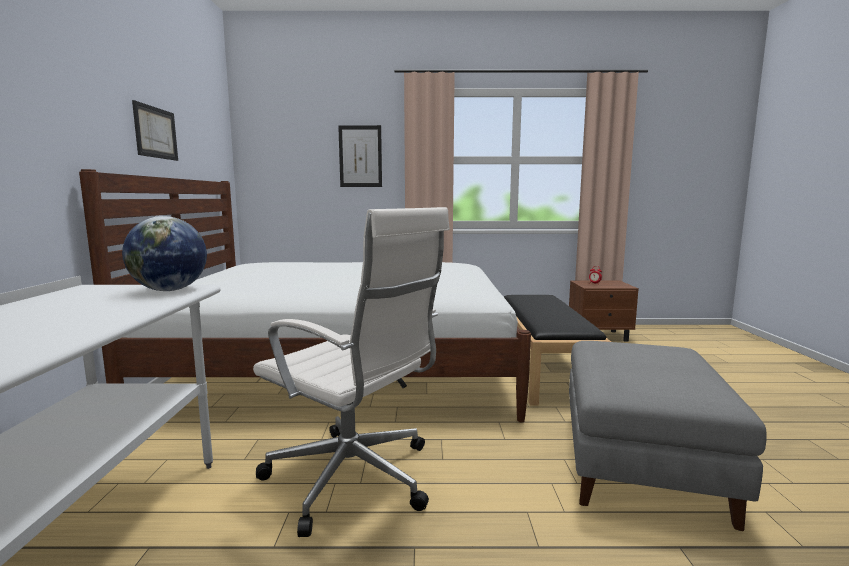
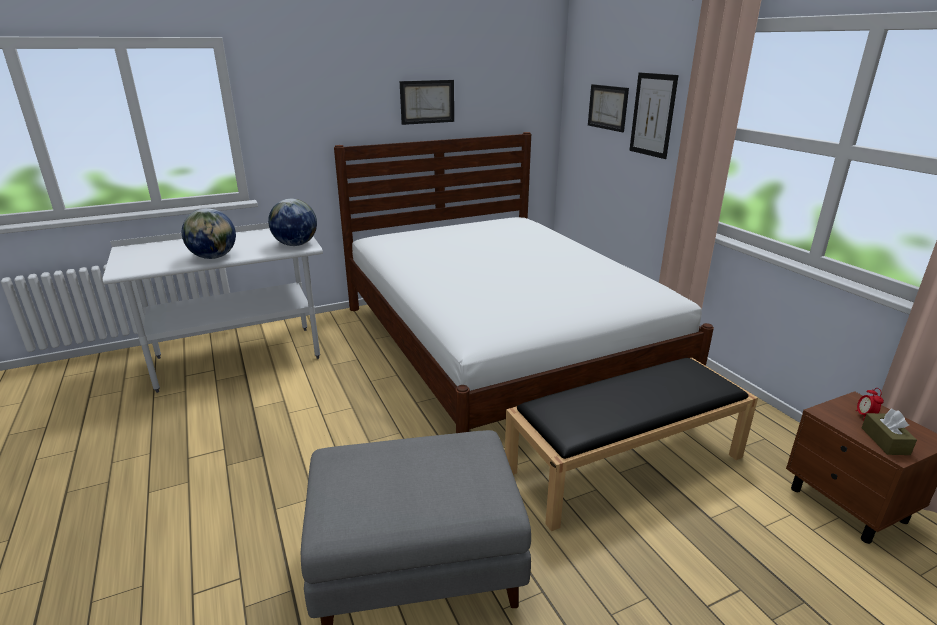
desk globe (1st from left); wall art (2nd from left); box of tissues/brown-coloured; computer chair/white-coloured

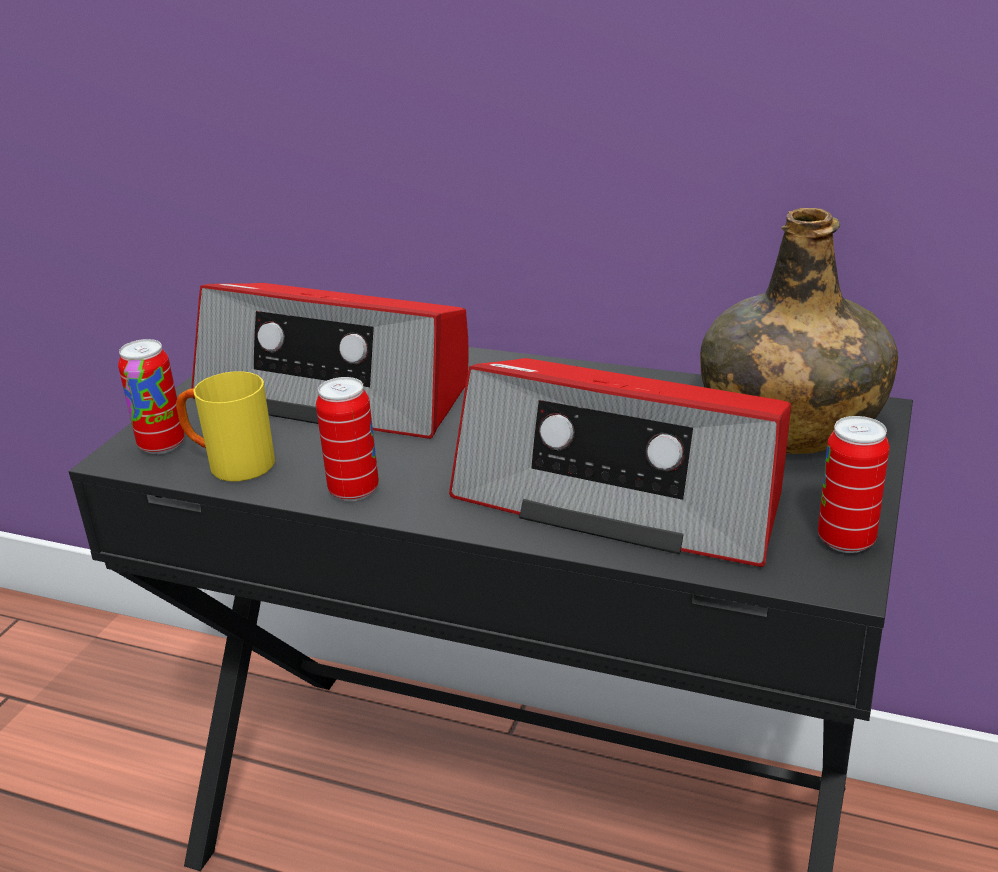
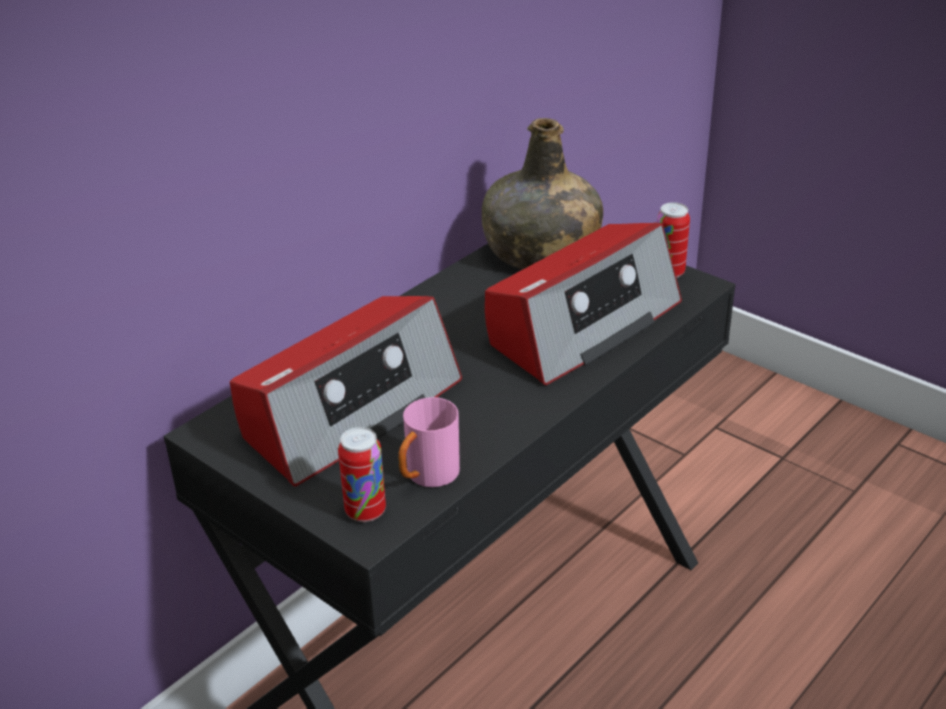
tea mug/pinkish; can (2nd from left in the first image)

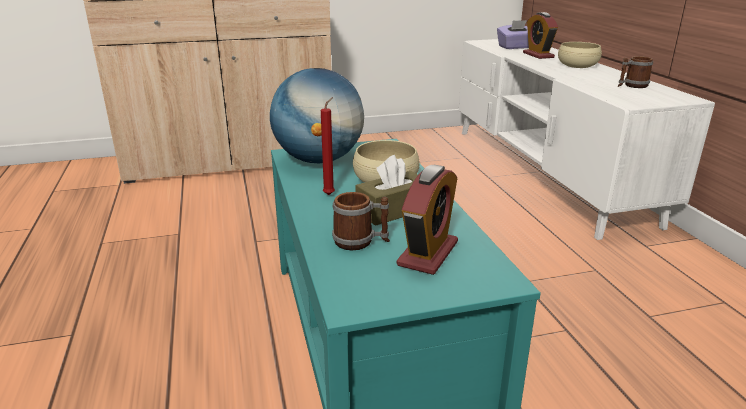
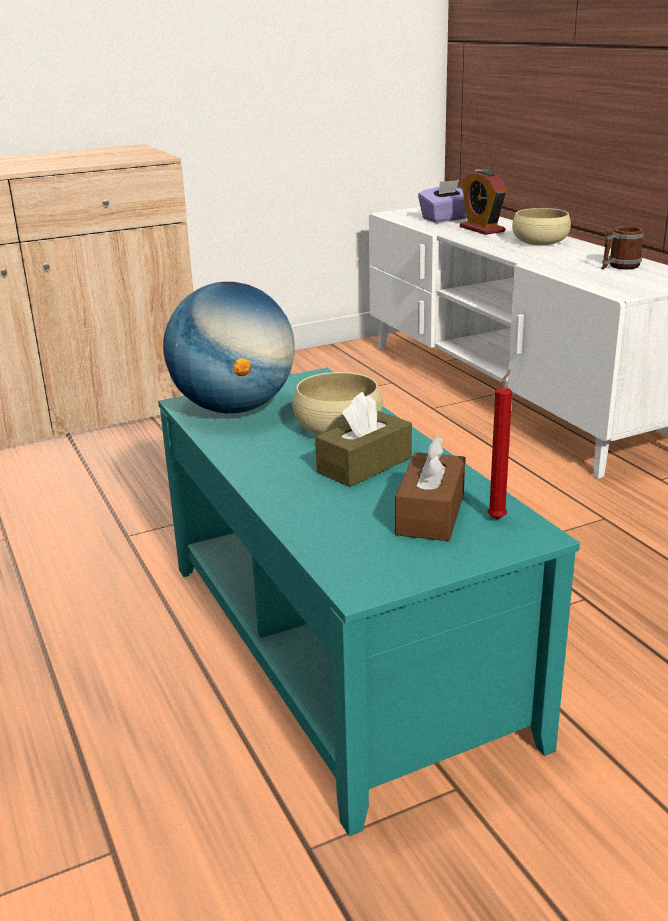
box of tissues/brown-coloured (2nd from left); candle/red; tea mug (1st from left in the first image)

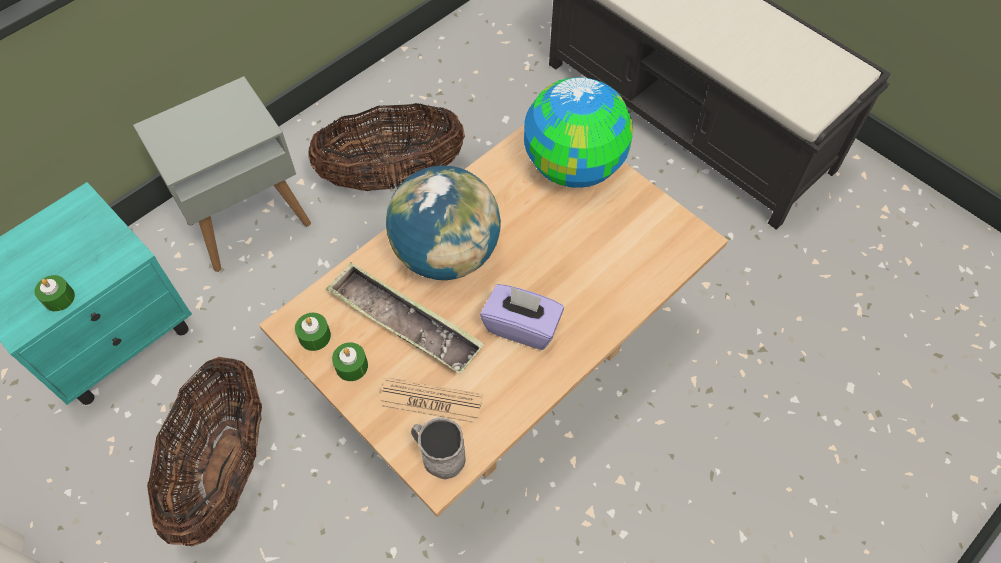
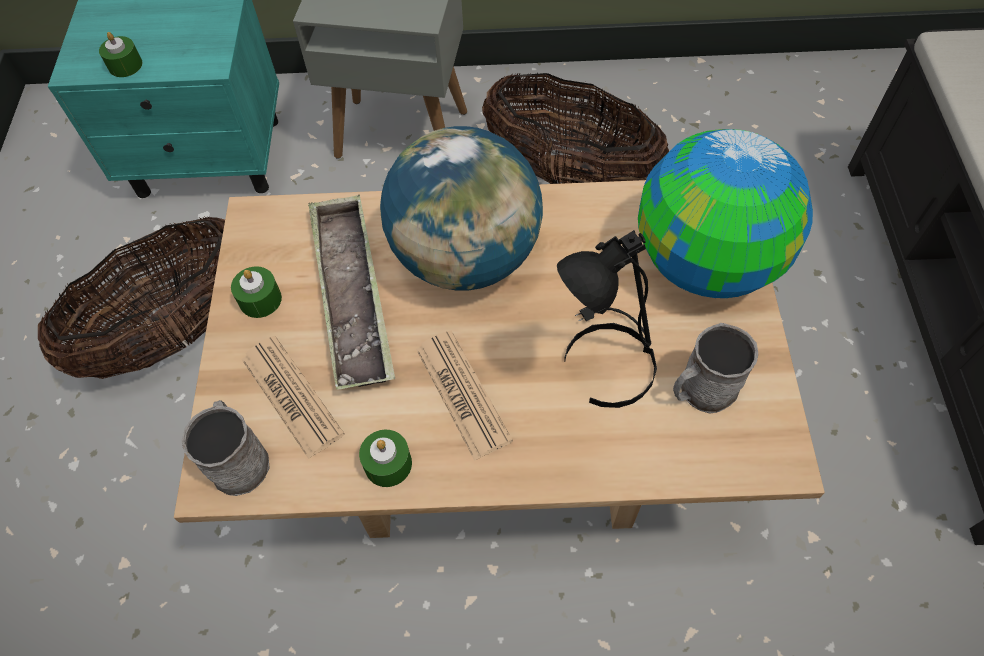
candle/green (3rd from left); daily paper (2nd from left); tabletop lamp/blackish; tea mug/greyish (2nd from left)

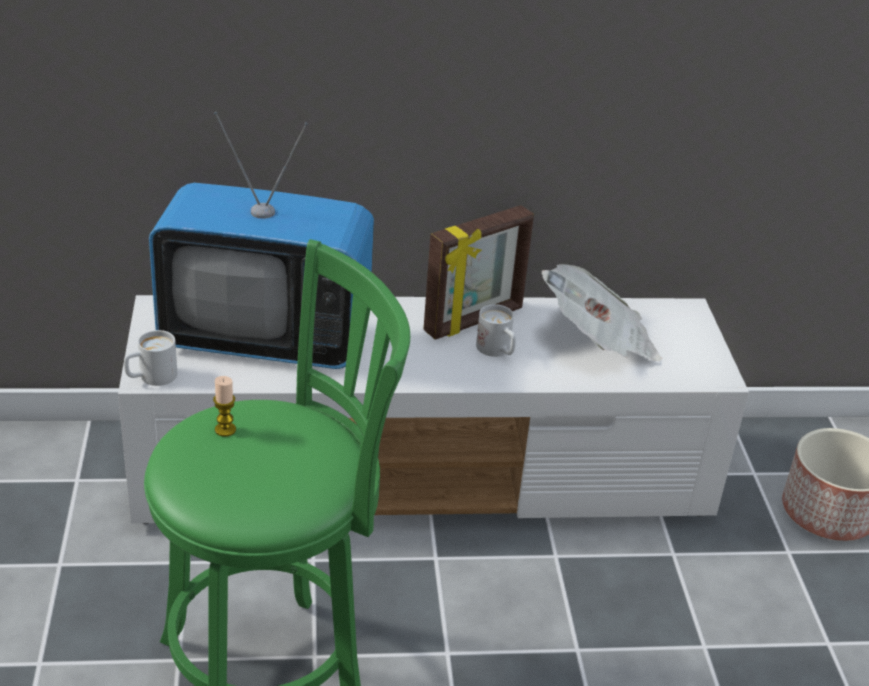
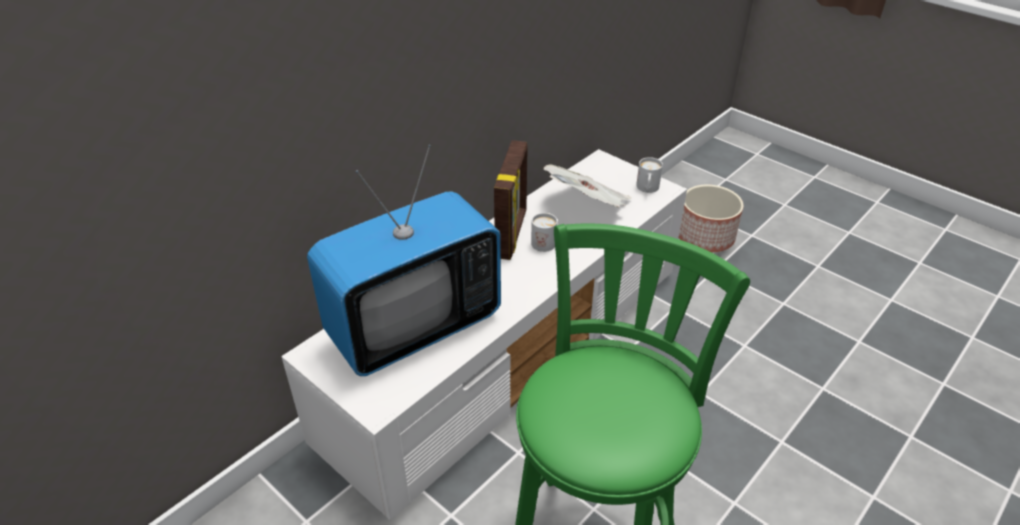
tea mug/white-coloured (2nd from left); candle

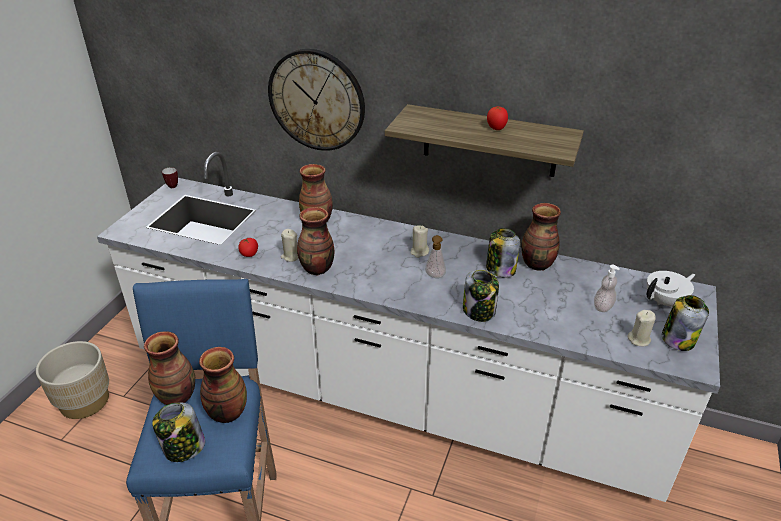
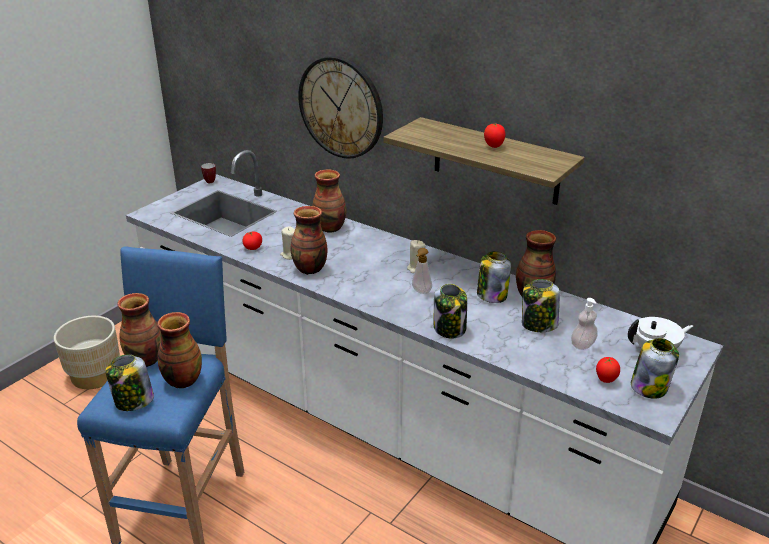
jar (4th from left); fresh tomato (3rd from left)

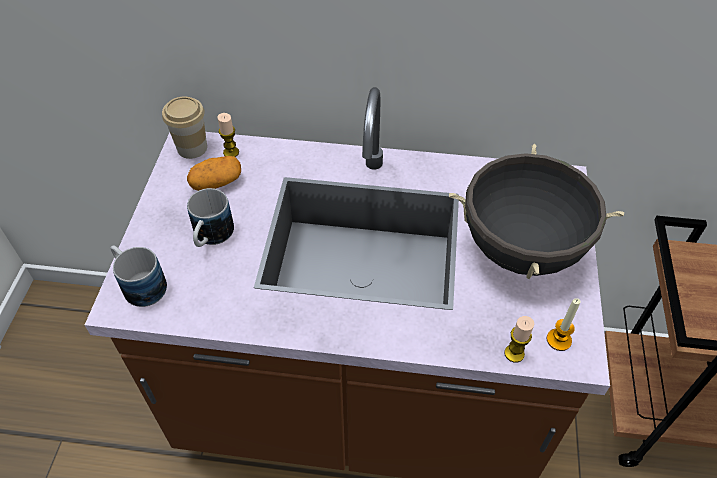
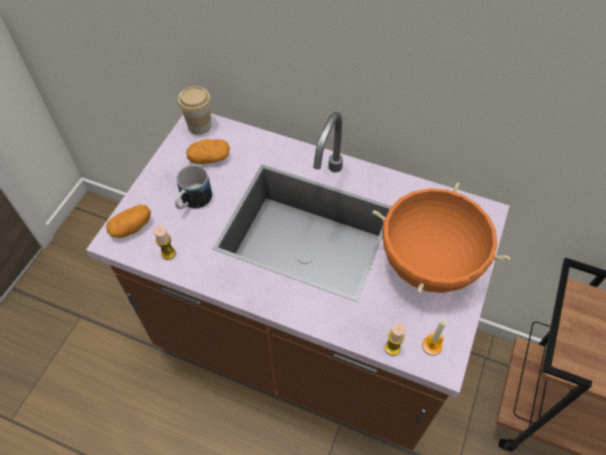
potato (1st from left); candle (1st from left); stockpot/orangey

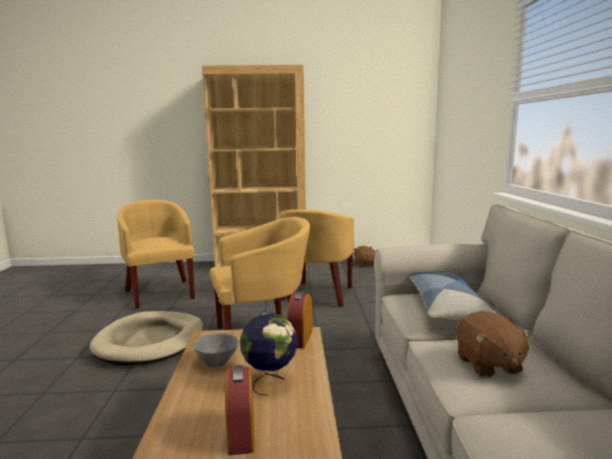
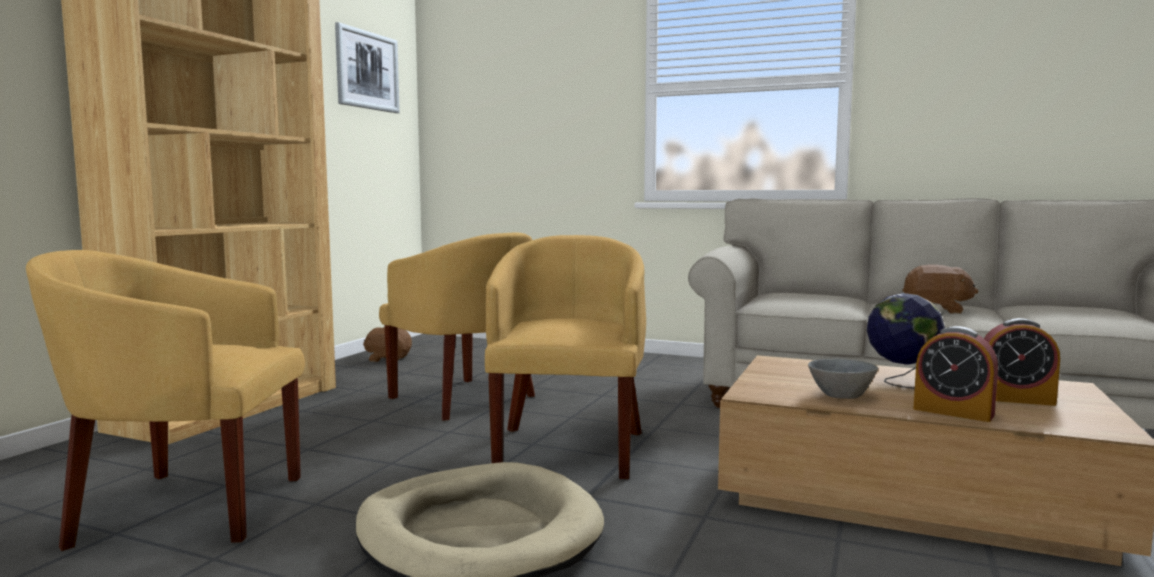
wall art; alarm clock (1st from left); throw pillow

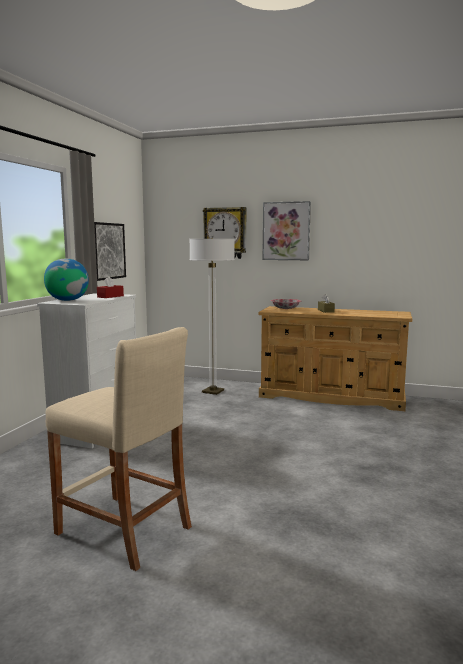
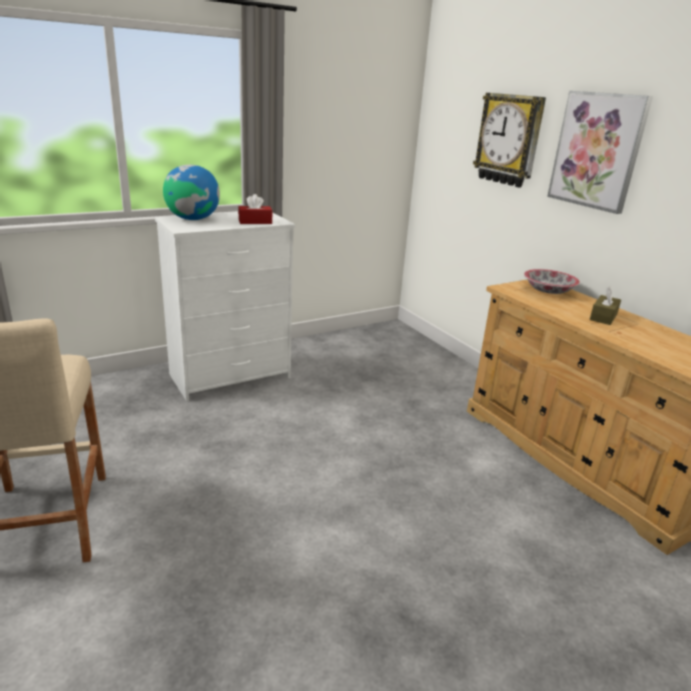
wall art (1st from left in the first image); standing lamp

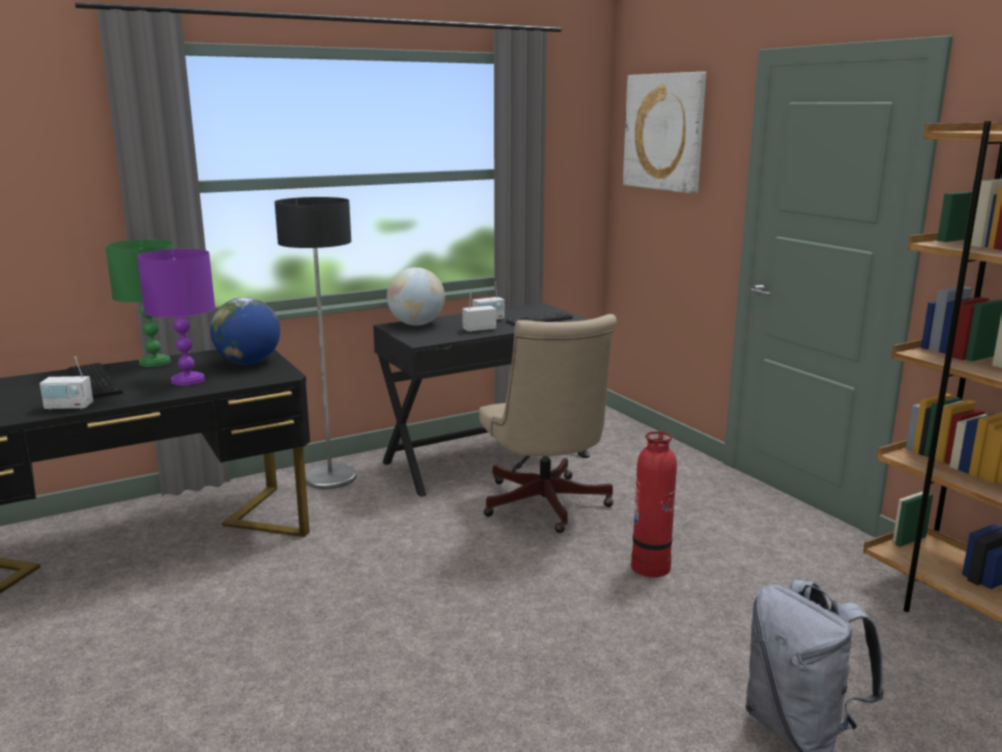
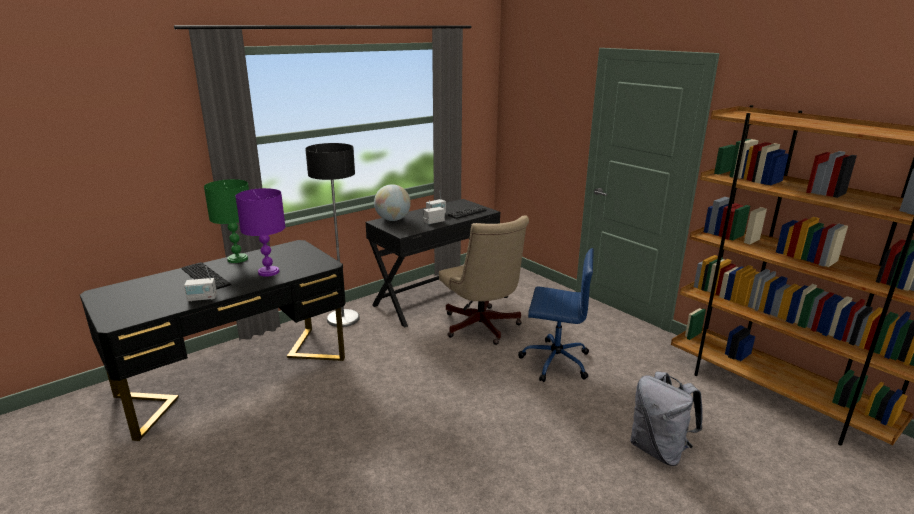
computer chair/blue-coloured; desk globe (1st from left in the first image); wall art

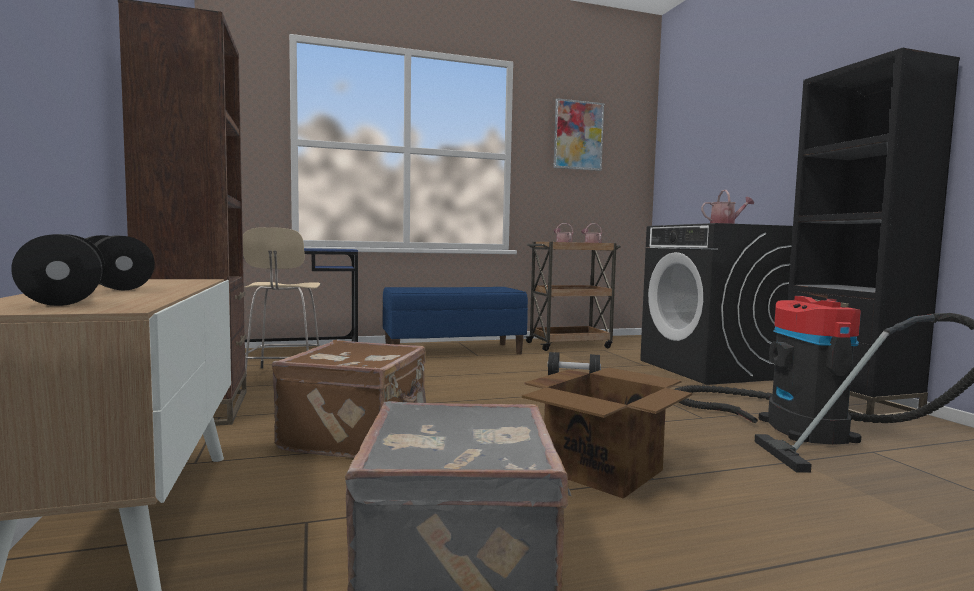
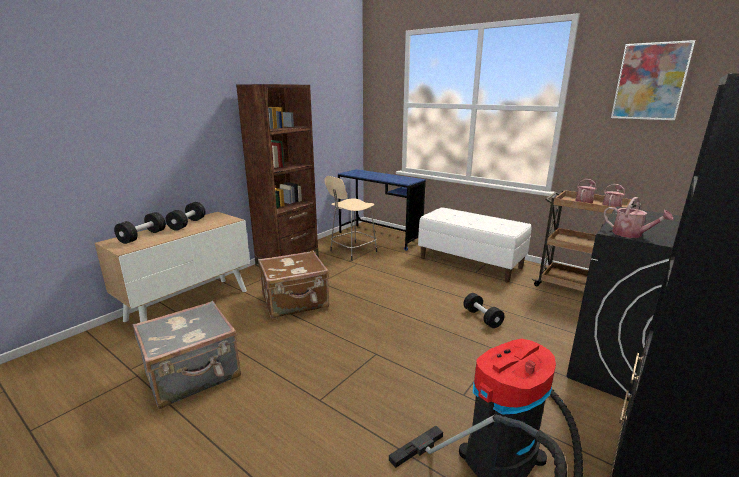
bench/white-coloured; cardboard box

